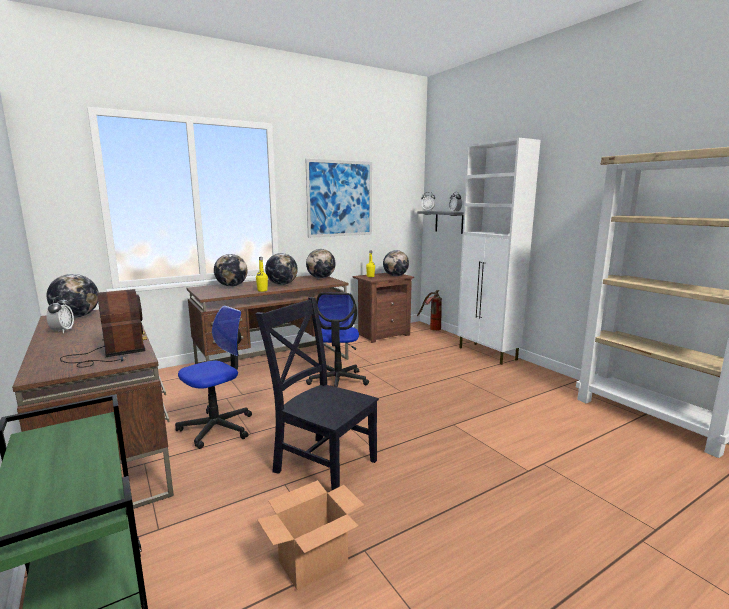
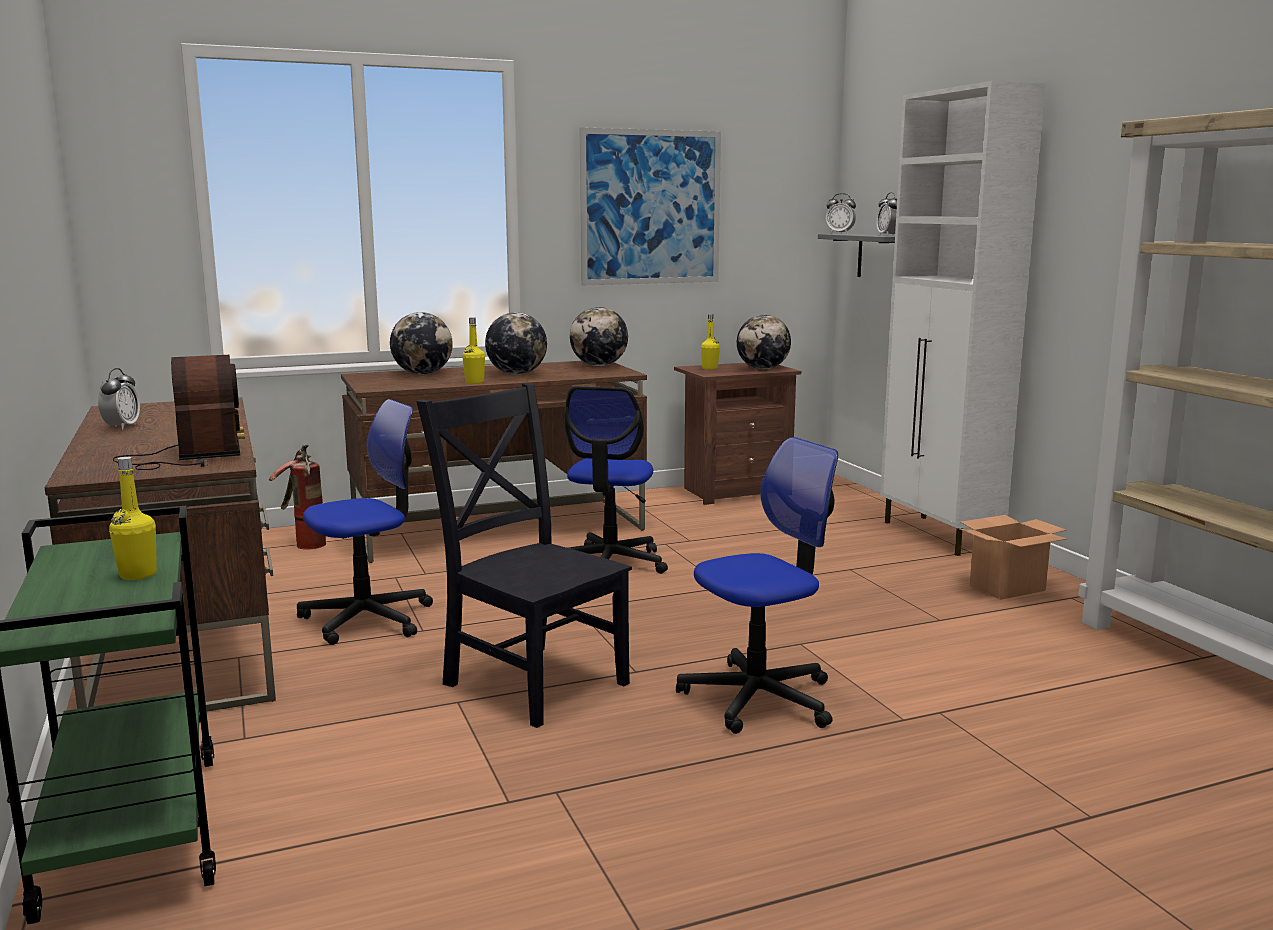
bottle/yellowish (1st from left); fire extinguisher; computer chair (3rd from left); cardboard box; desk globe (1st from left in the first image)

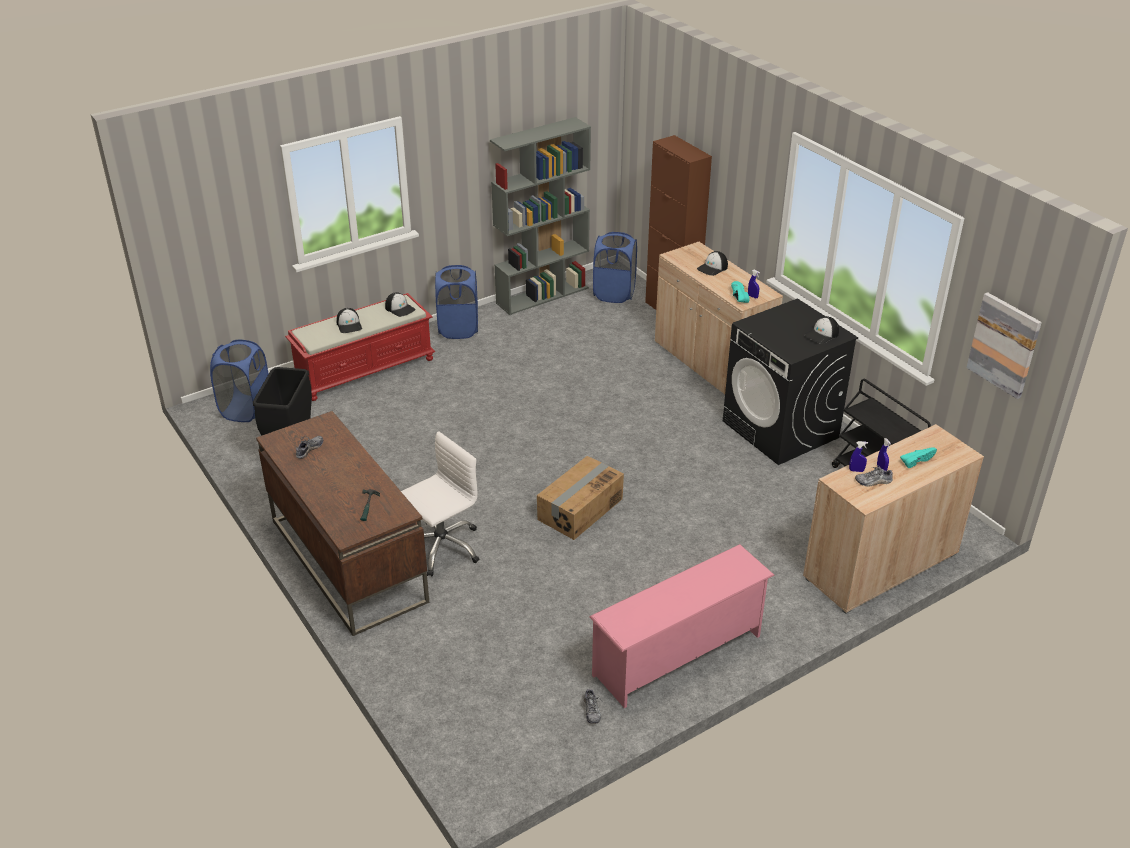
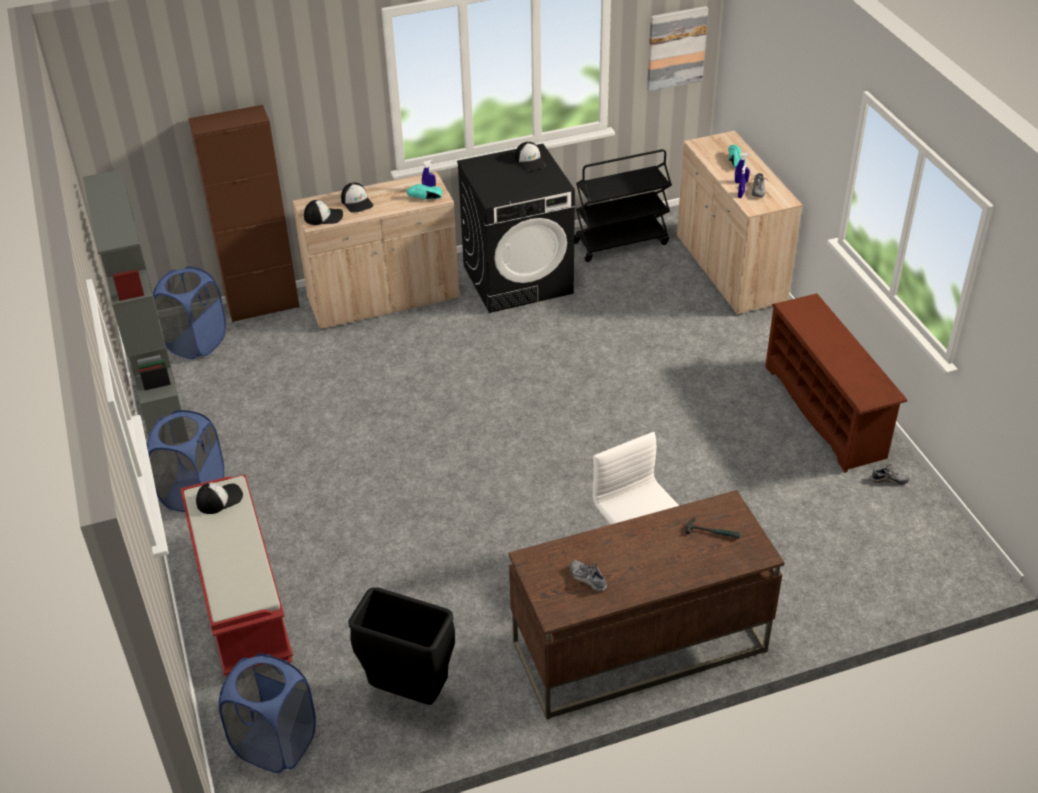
baseball cap (2nd from left); shoe shelf/brown-coloured; cardboard box

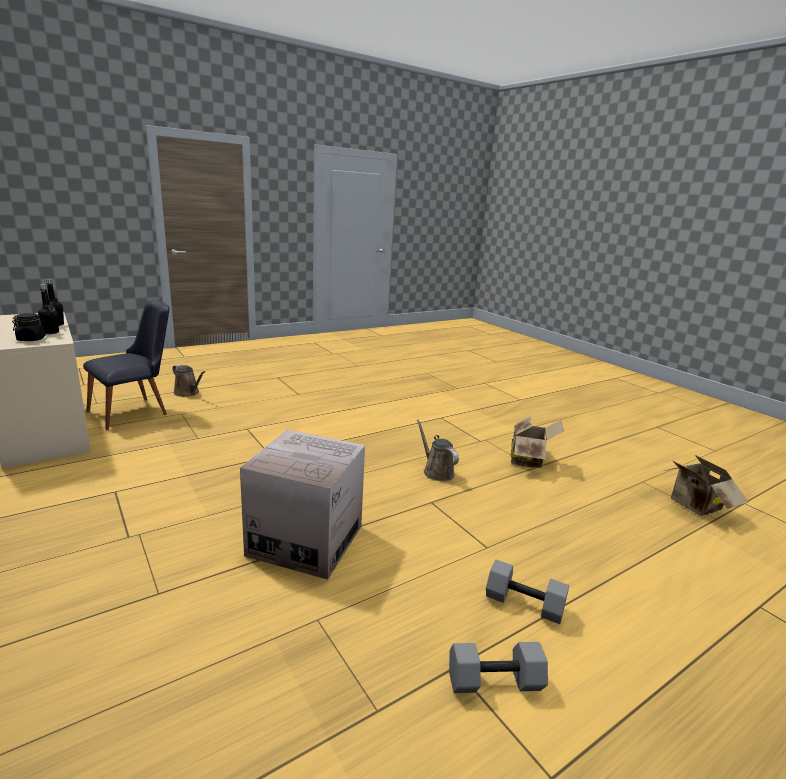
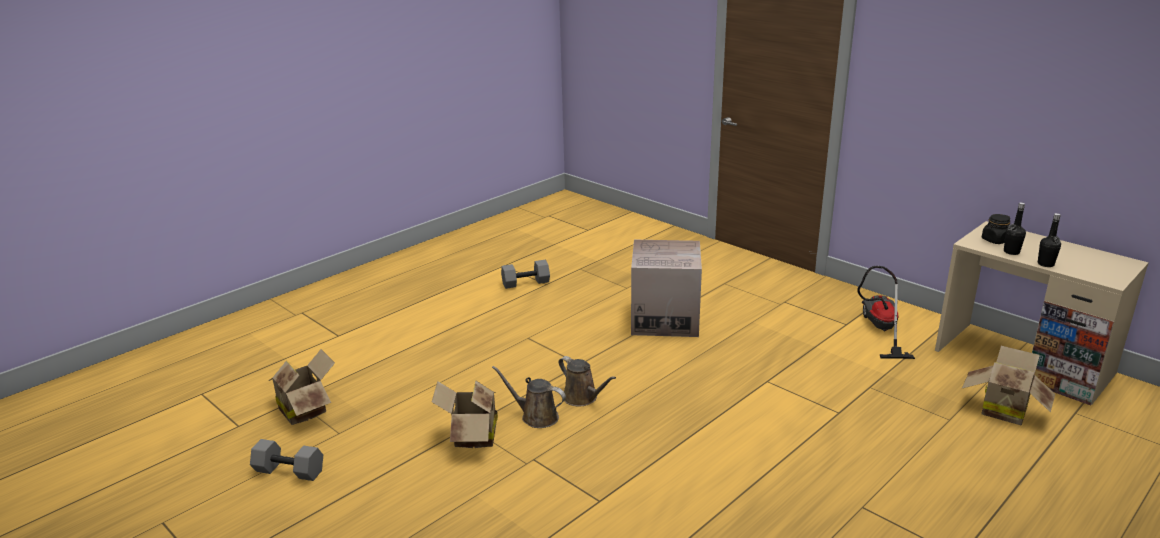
free weight/greyish (1st from left); watering can/brown-coloured (1st from left); hoover; cardboard box (4th from left)

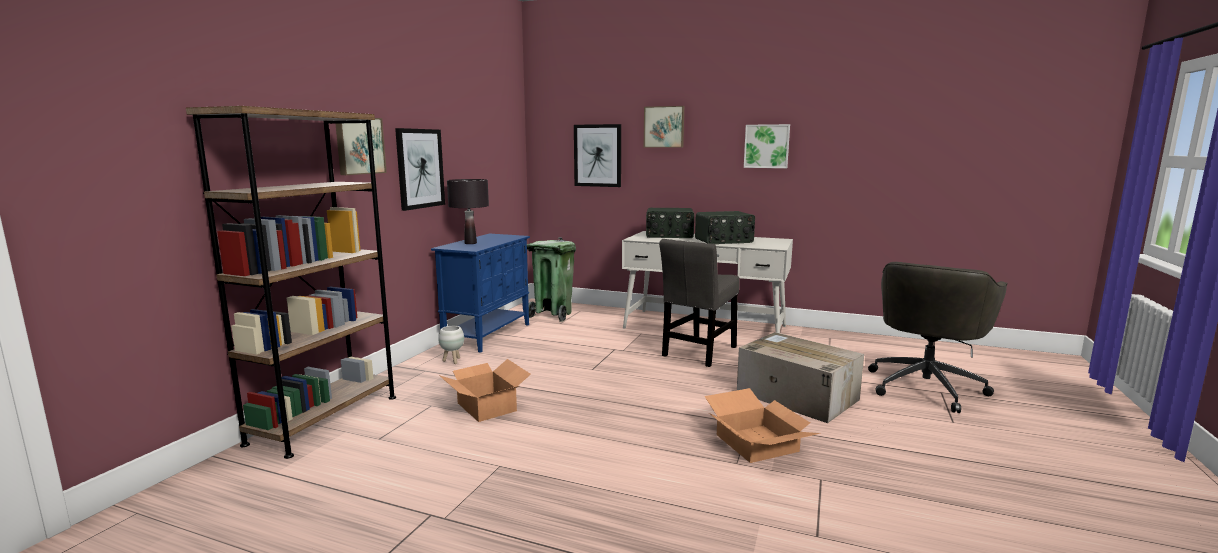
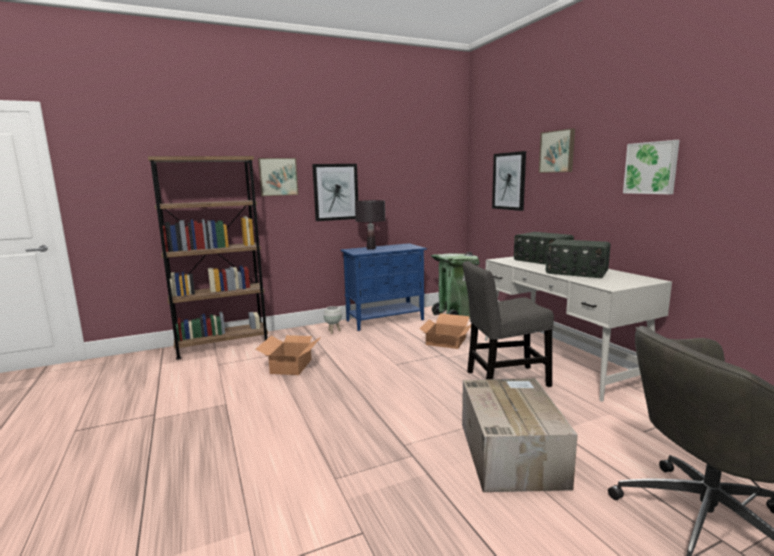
cardboard box (2nd from left)

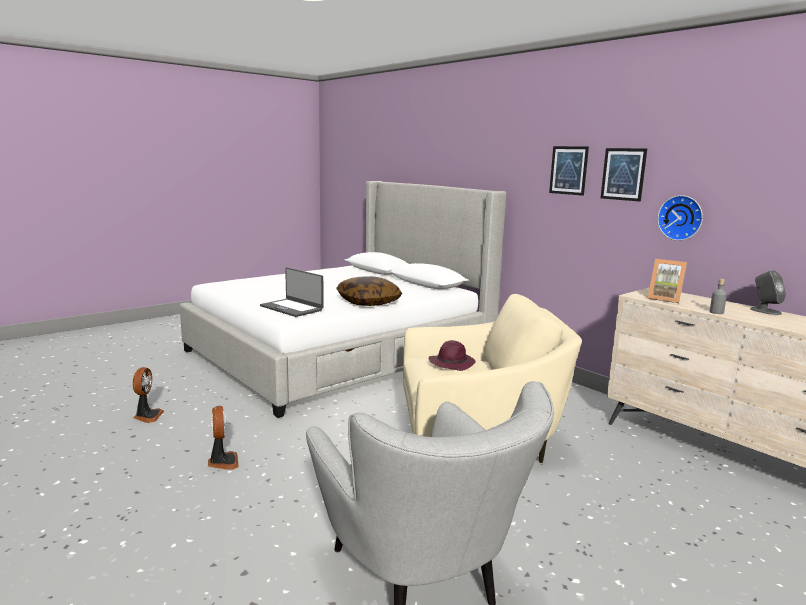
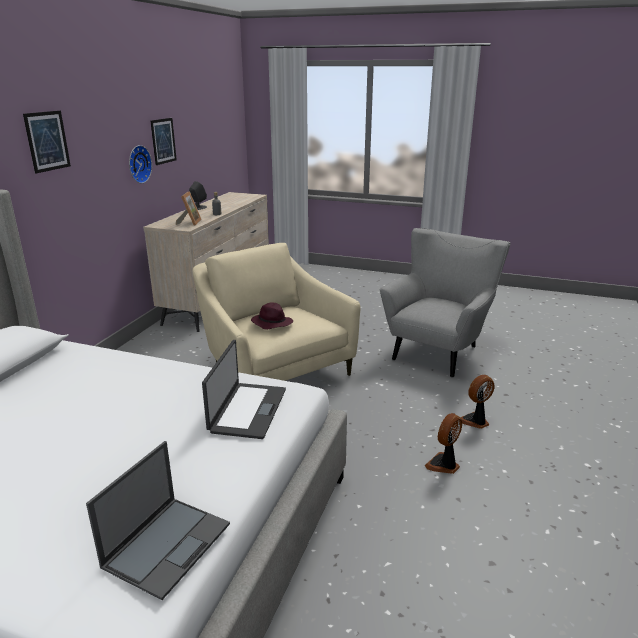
portable computer (1st from left); wall art (2nd from left); fan (2nd from left); throw pillow

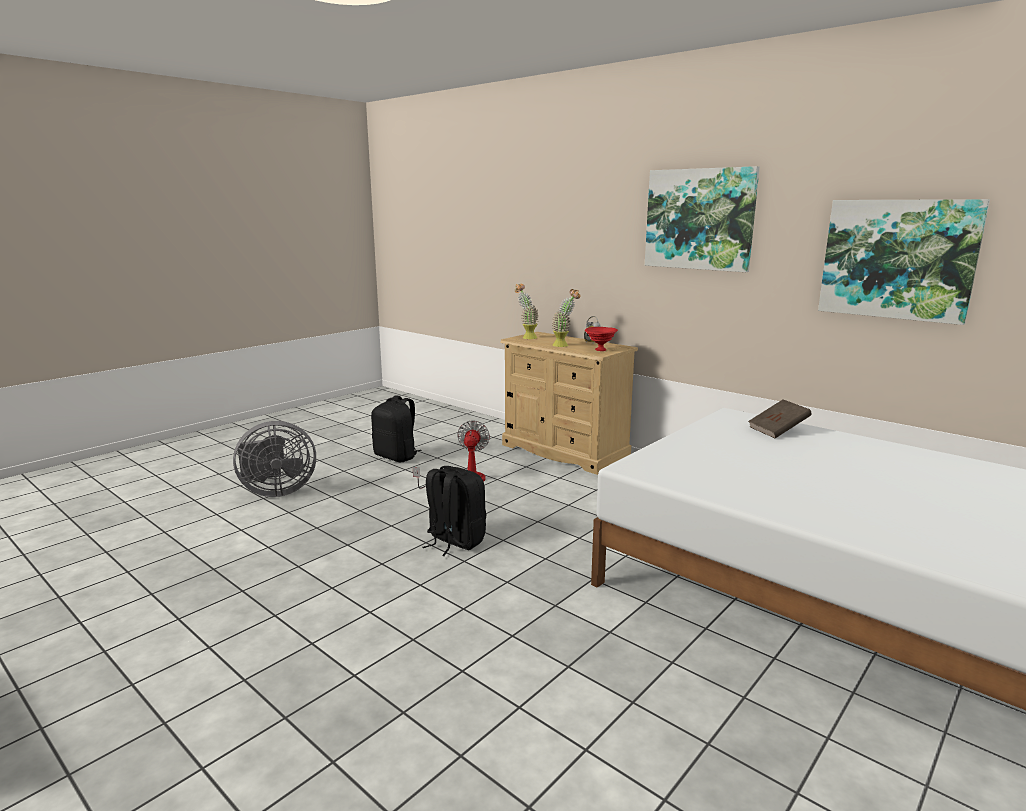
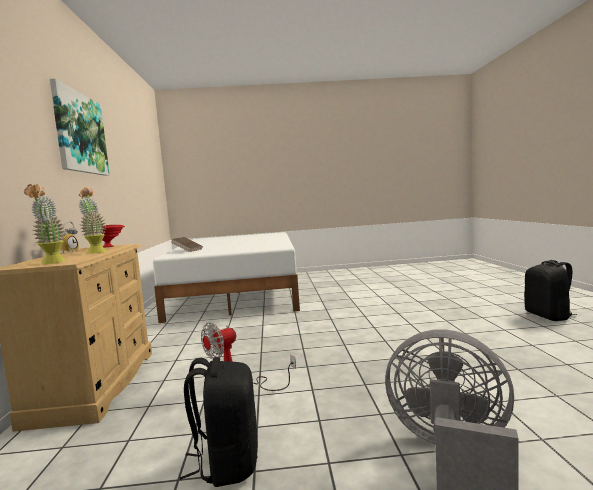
knapsack/blackish (2nd from left); wall art (2nd from left in the first image)

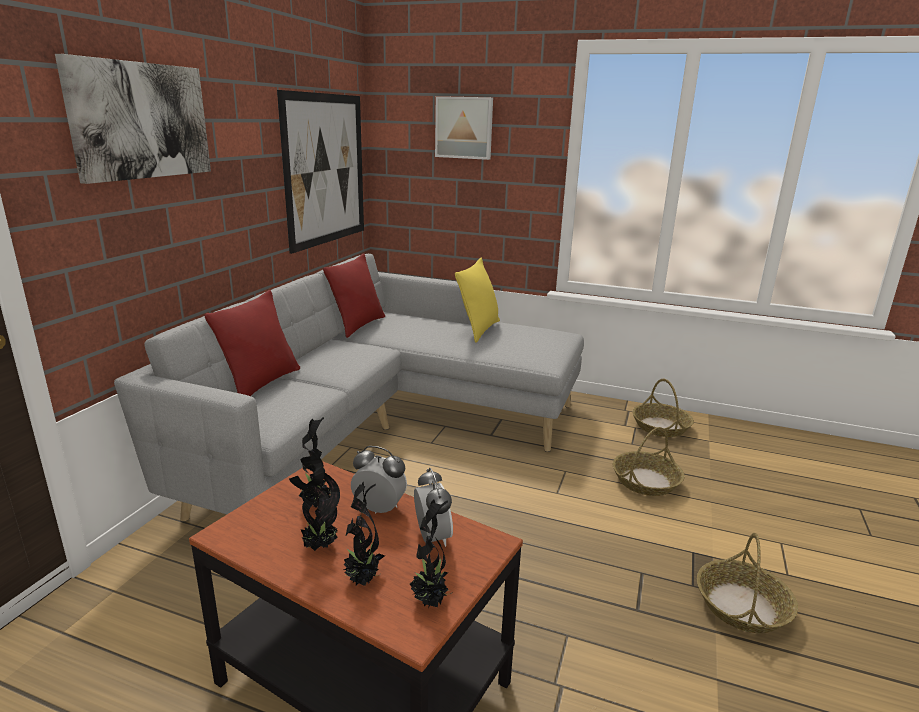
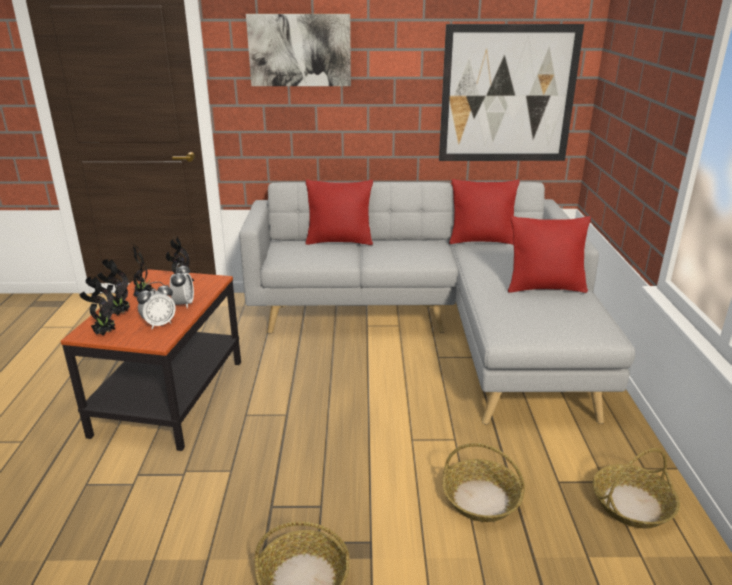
throw pillow/red (3rd from left); wall art (3rd from left in the first image)

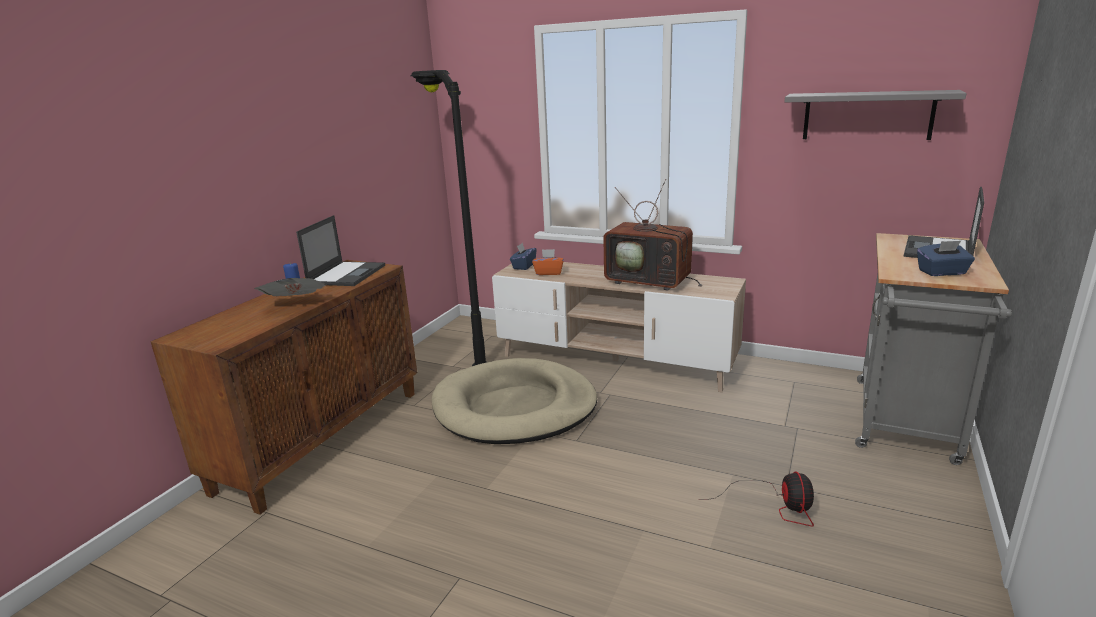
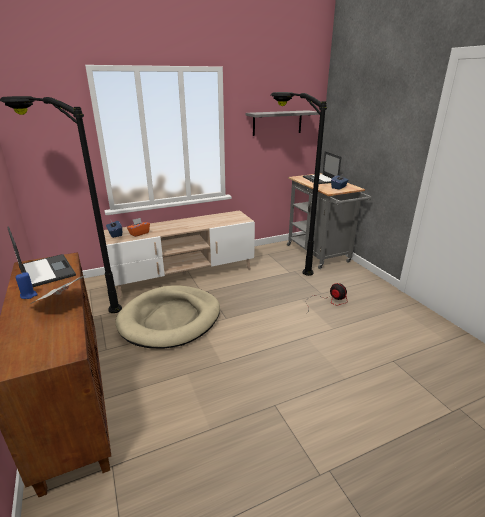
standing lamp/blackish (2nd from left); television

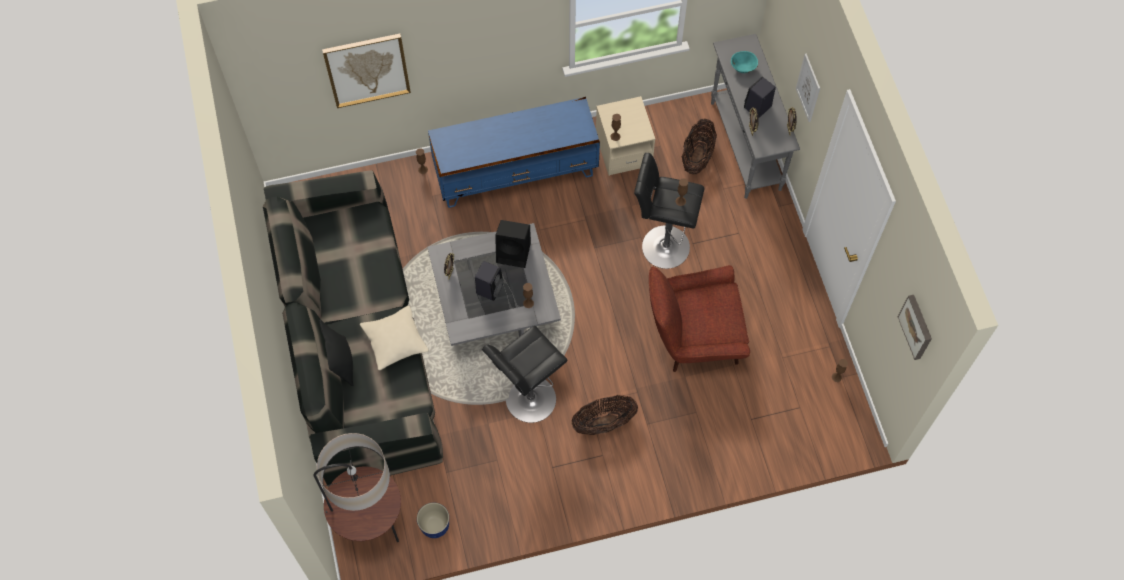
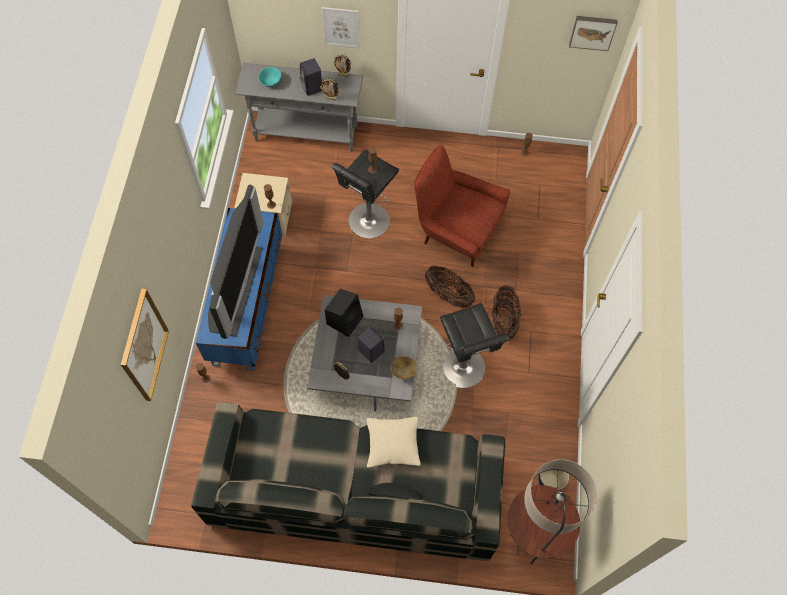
television; serving bowl/brown-coloured; armchair/red; household basket (1st from left)

